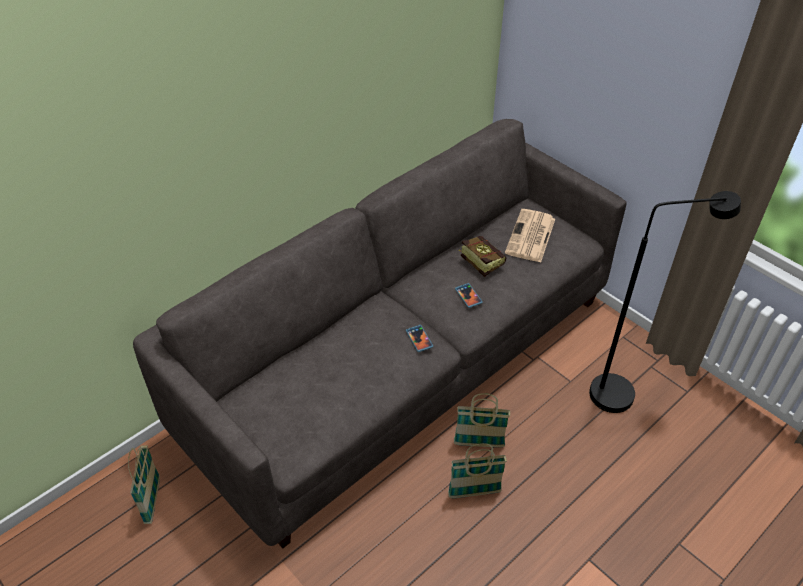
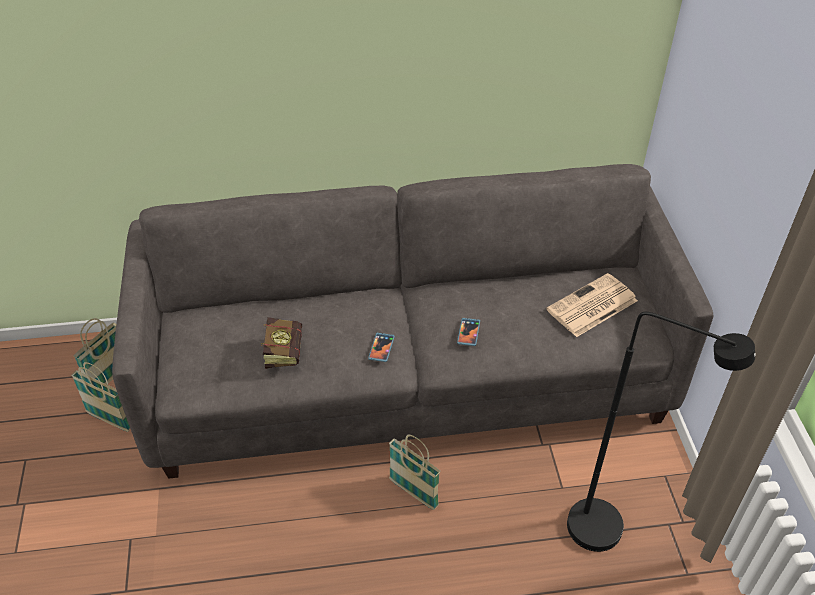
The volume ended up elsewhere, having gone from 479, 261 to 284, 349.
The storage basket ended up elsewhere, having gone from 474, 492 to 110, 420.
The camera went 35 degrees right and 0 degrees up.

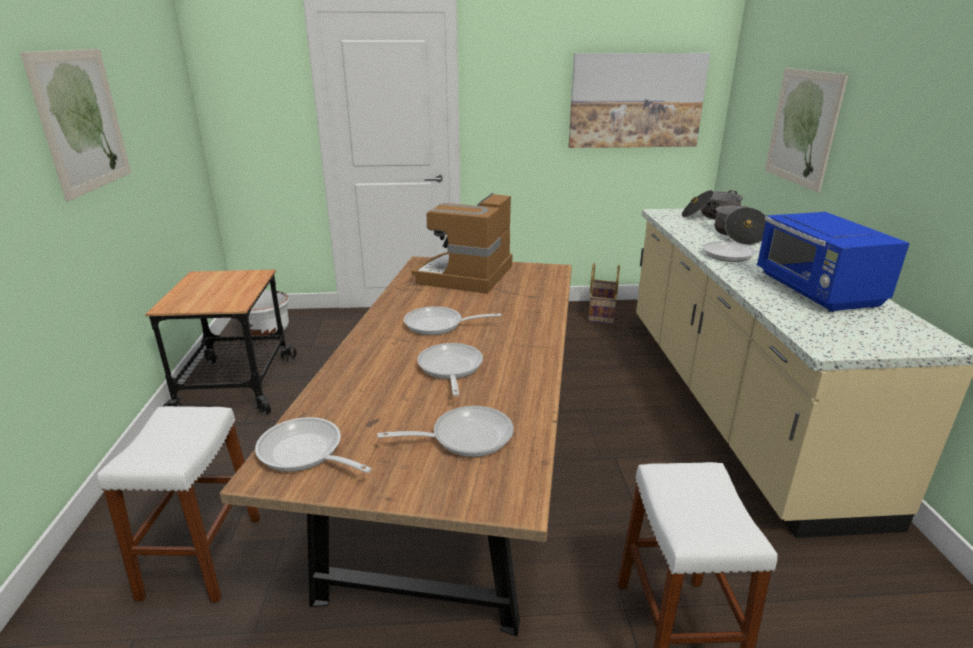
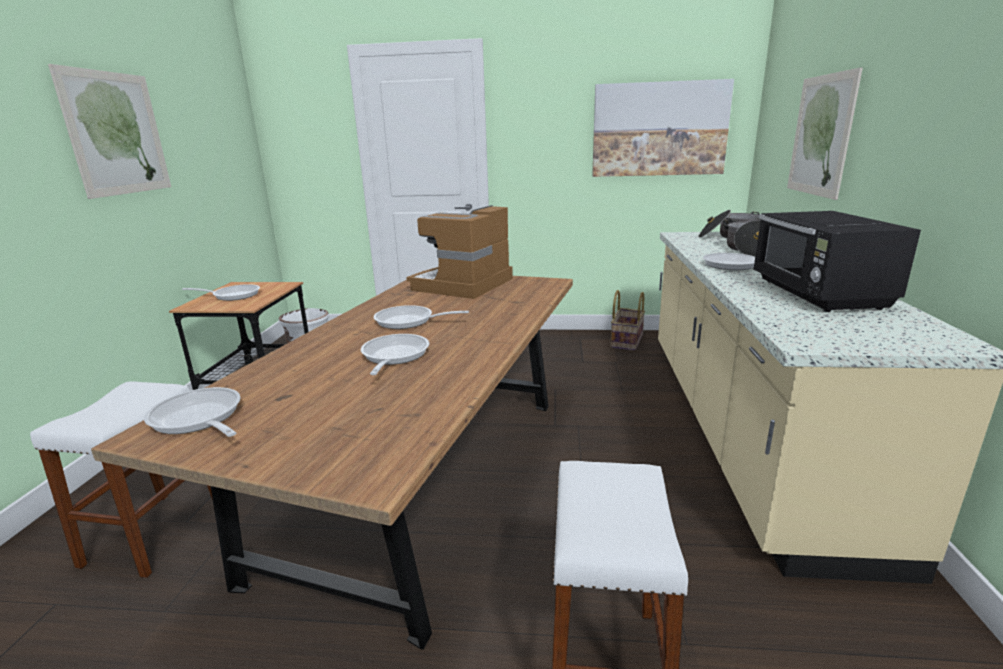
What was the bluish microwave at 816, 291 turned into the blackish microwave at 818, 294.
The skillet ended up elsewhere, having gone from 464, 437 to 232, 295.
The camera went 10 degrees right and 5 degrees down.

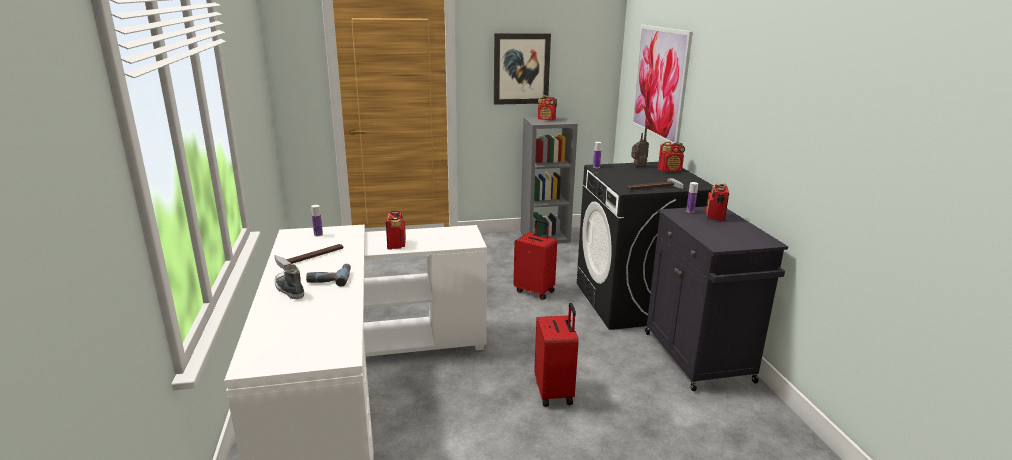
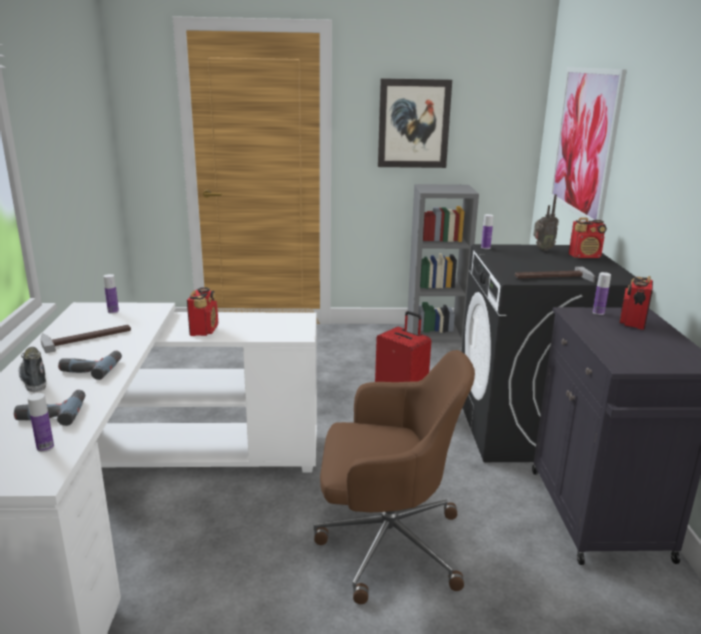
The second view lost the radio at 546, 119.
Where the red piece of luggage stood at 555, 392, the brown desk chair came to stand at 386, 543.
The second view gained the electric drill at 52, 413.
The second view gained the bottle at 45, 447.
The camera went 10 degrees right and 0 degrees up.

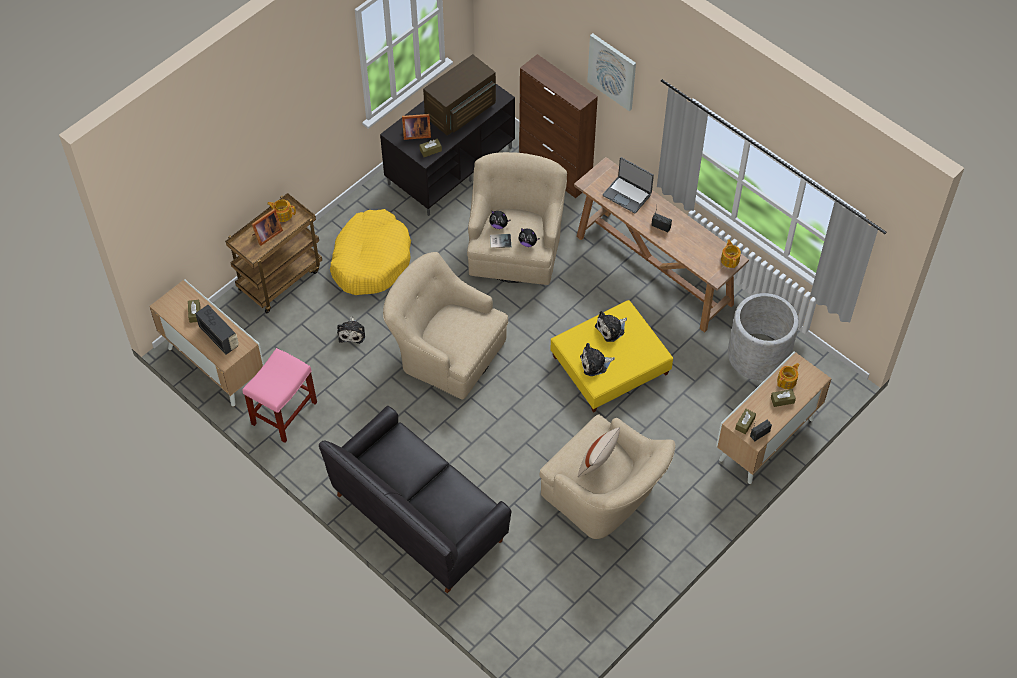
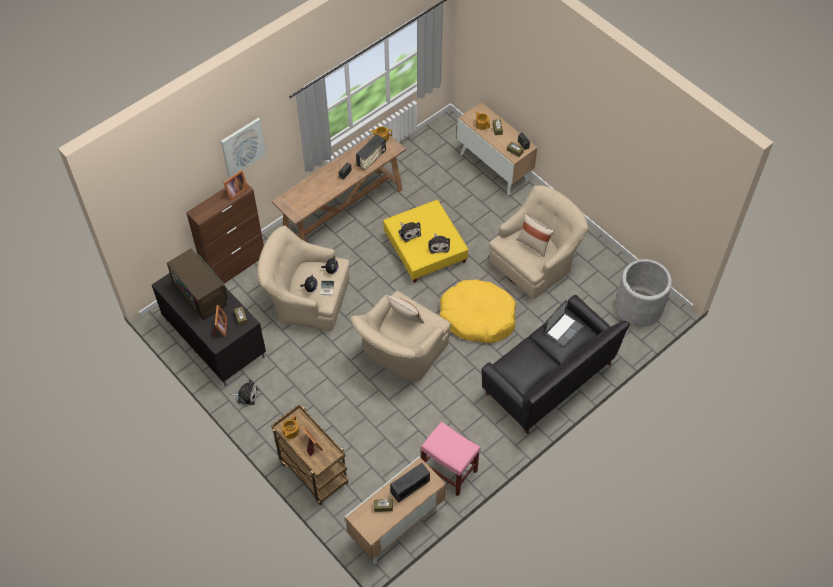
The laptop ended up elsewhere, having gone from 627, 194 to 563, 329.
The yellow-coloured dog bed ended up elsewhere, having gone from 371, 260 to 477, 317.
The grey flower pot ended up elsewhere, having gone from 758, 355 to 638, 307.
The soft toy ended up elsewhere, having gone from 352, 332 to 246, 395.
The second view gained the radio at 371, 159.
The second view gained the photo frame at 235, 191.
The second view gained the beige cushion at 405, 319.
The camera went 85 degrees left and 0 degrees up.

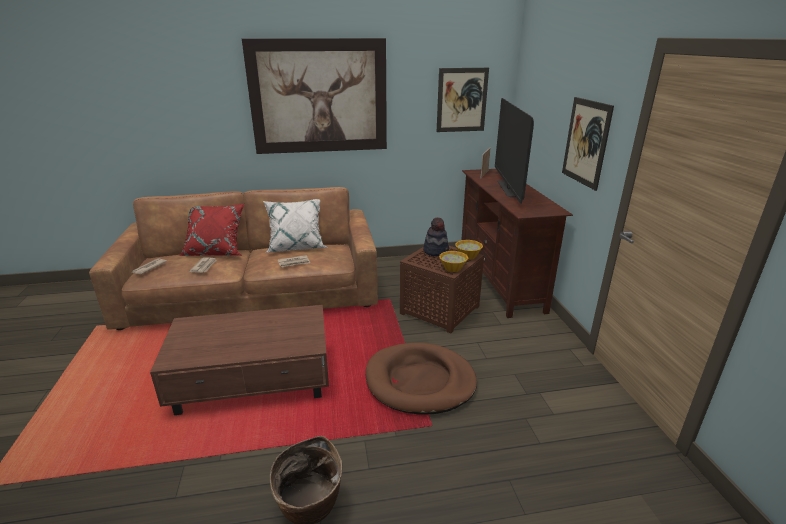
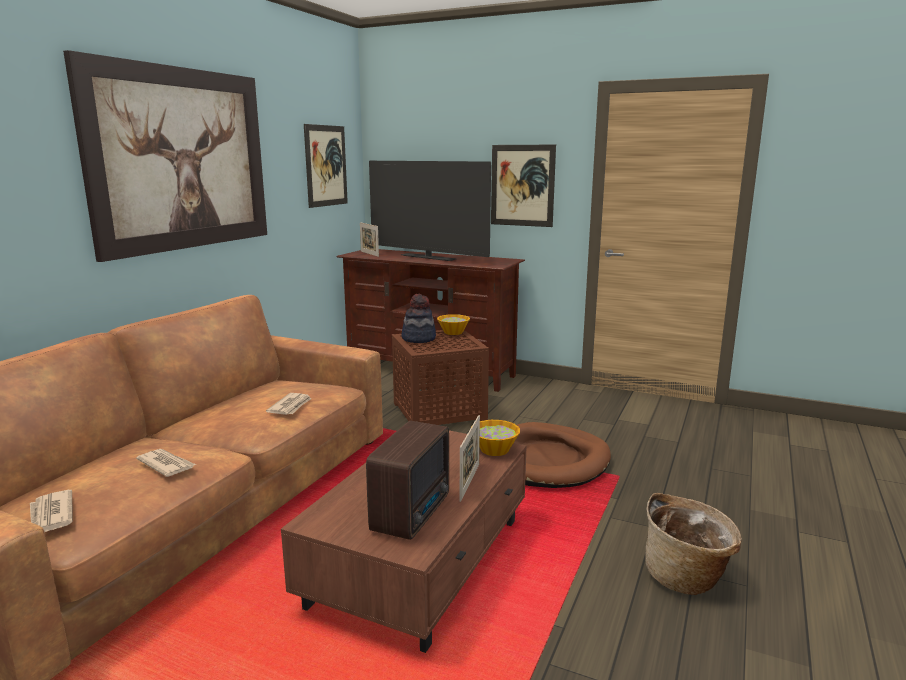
The second view lost the white cushion at 296, 246.
The second view lost the red cushion at 216, 252.
The bowl ended up elsewhere, having gone from 453, 268 to 495, 449.
The second view gained the photo frame at 469, 482.
The second view gained the radio at 413, 513.
The camera went 55 degrees left and 10 degrees down.

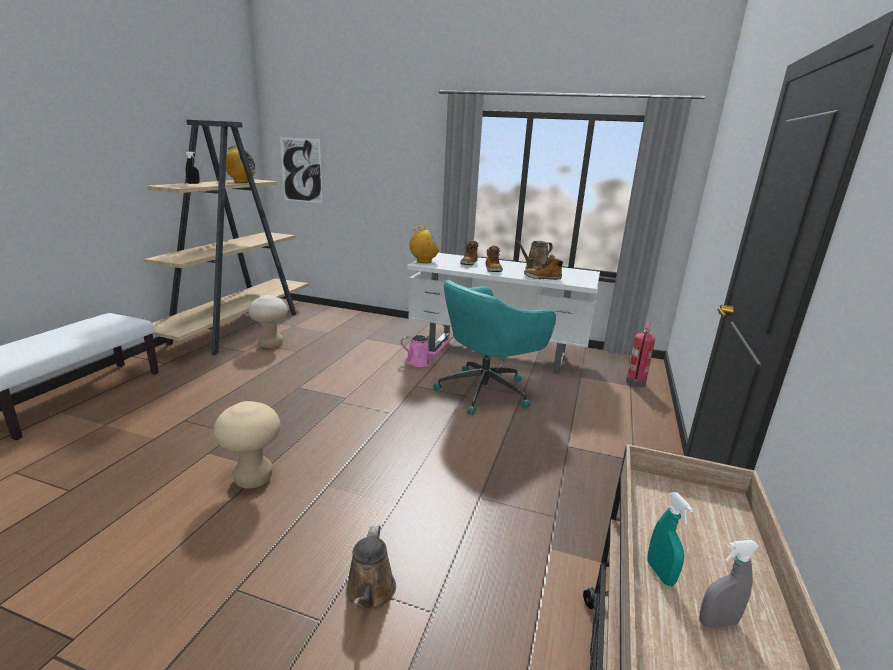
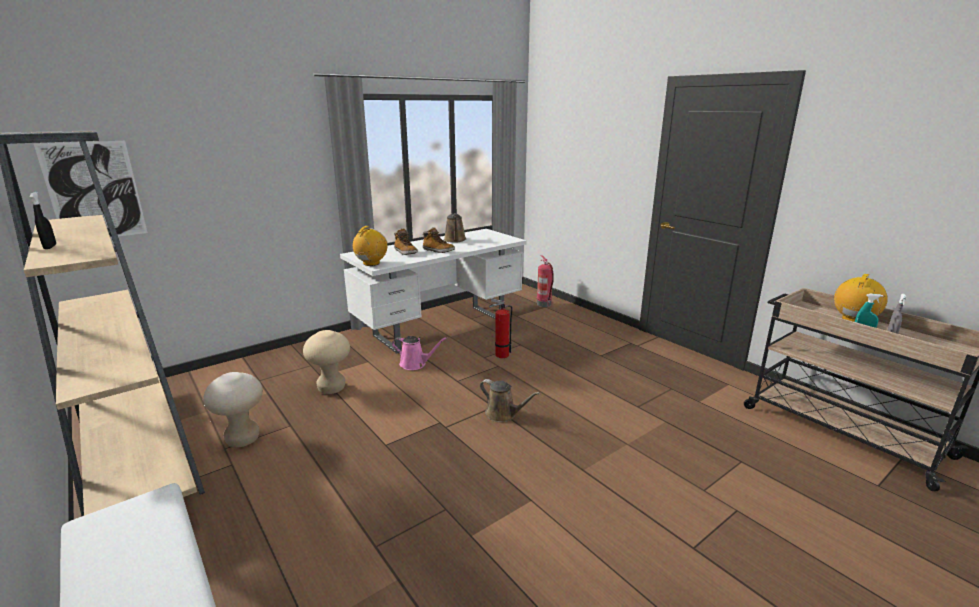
The radio ended up elsewhere, having gone from 241, 182 to 854, 320.
The second view lost the boot at 542, 278.
Where the blue-green desk chair stood at 486, 391, the fire extinguisher came to stand at 500, 355.
The pink watering pot at 421, 362 ended up facing another way, 60 degrees clockwise from before.
The beige sitting stool ended up elsewhere, having gone from 253, 479 to 331, 388.
The brown watering pot ended up elsewhere, having gone from 370, 594 to 503, 414.
The camera went 55 degrees left and 0 degrees up.

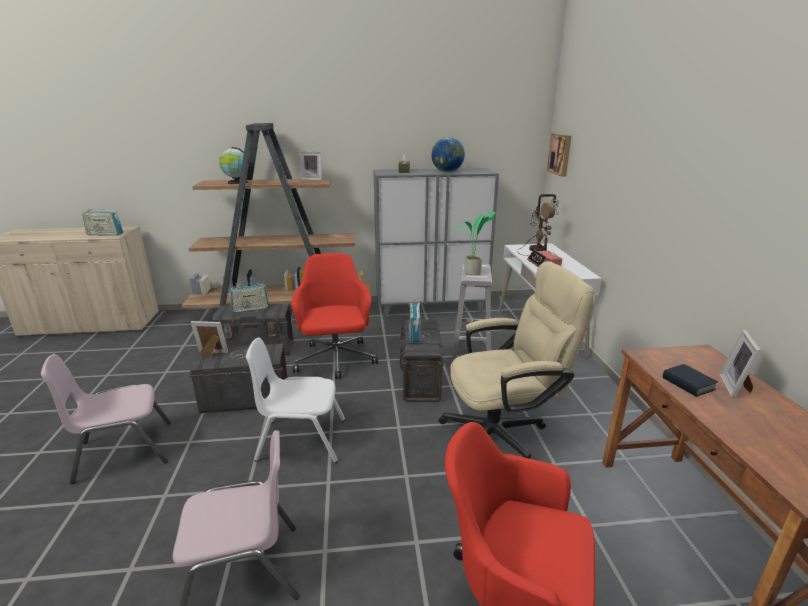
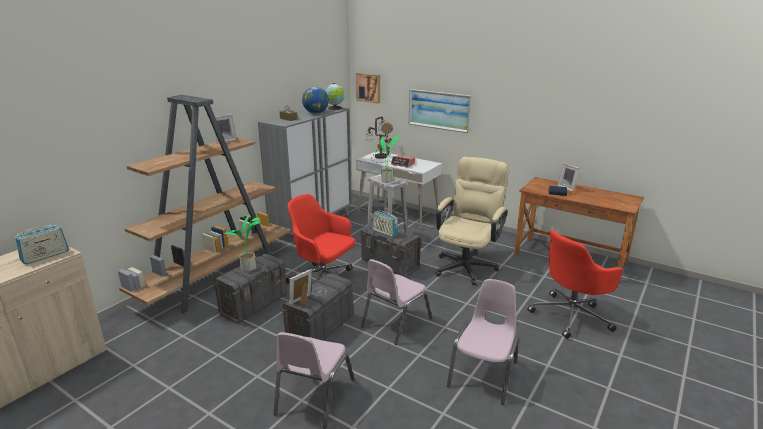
The globe ended up elsewhere, having gone from 236, 182 to 335, 108.
Where the radio stood at 250, 309, the plant in a pot came to stand at 248, 268.
What was the white upright chair at 301, 439 turned into the pink upright chair at 395, 322.
The second view gained the picture at 439, 110.
The camera went 50 degrees left and 0 degrees up.

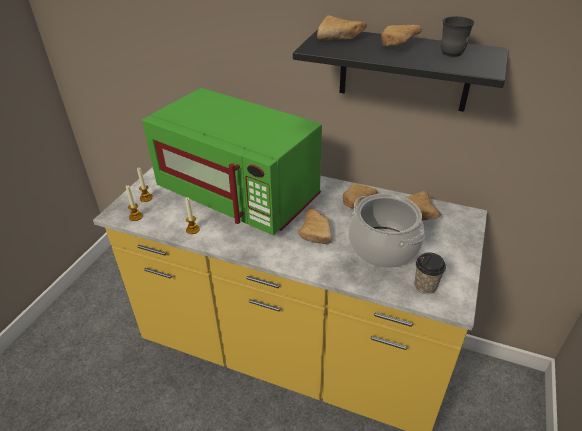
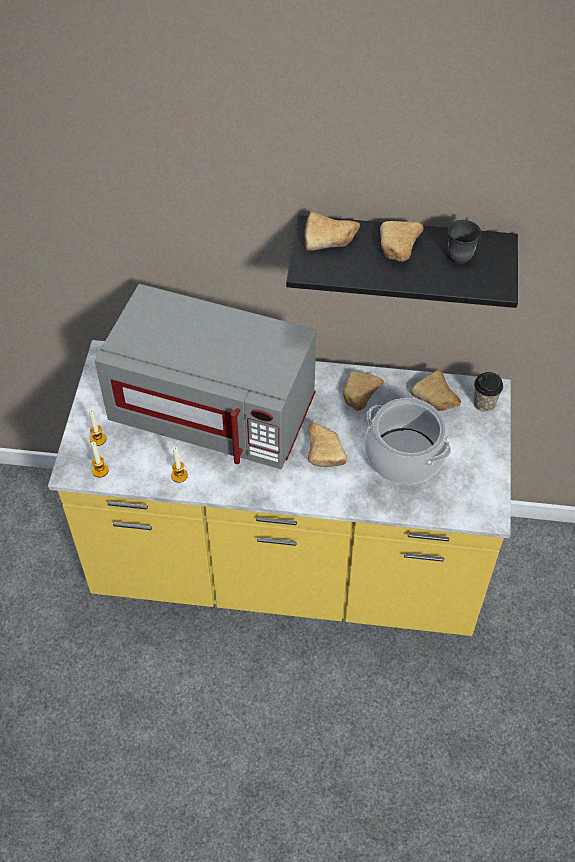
What was the greenish microwave at 240, 195 turned into the grey microwave at 214, 411.
The small cup ended up elsewhere, having gone from 425, 286 to 484, 403.
The camera went 15 degrees left and 15 degrees up.

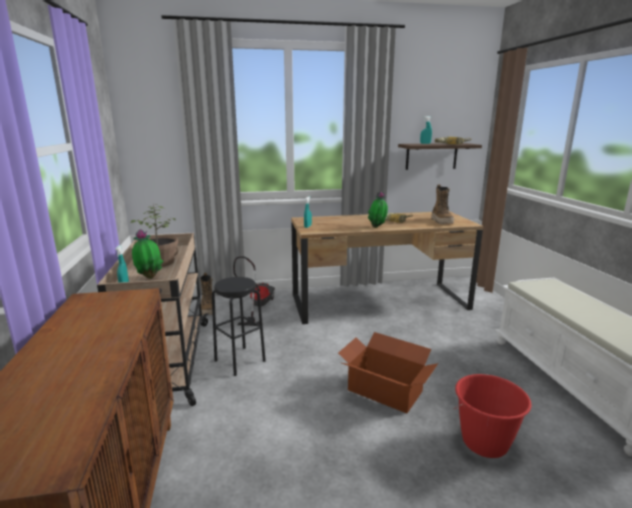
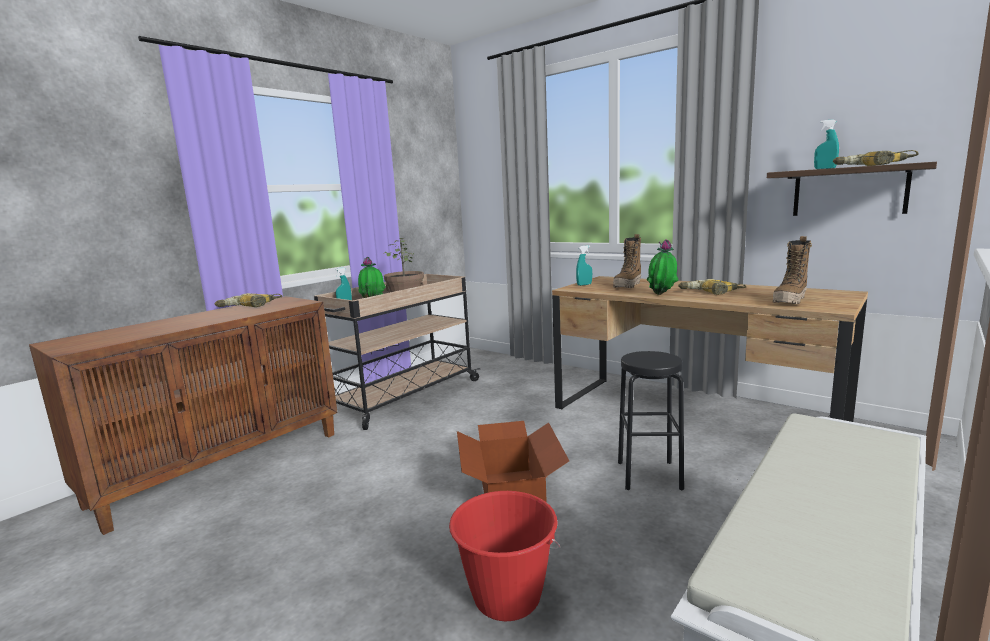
The second view lost the vacuum cleaner at 256, 307.
The boot ended up elsewhere, having gone from 208, 310 to 628, 286.
The blackish sitting stool ended up elsewhere, having gone from 239, 361 to 649, 475.
The second view gained the electric drill at 249, 306.
The camera went 50 degrees right and 5 degrees down.

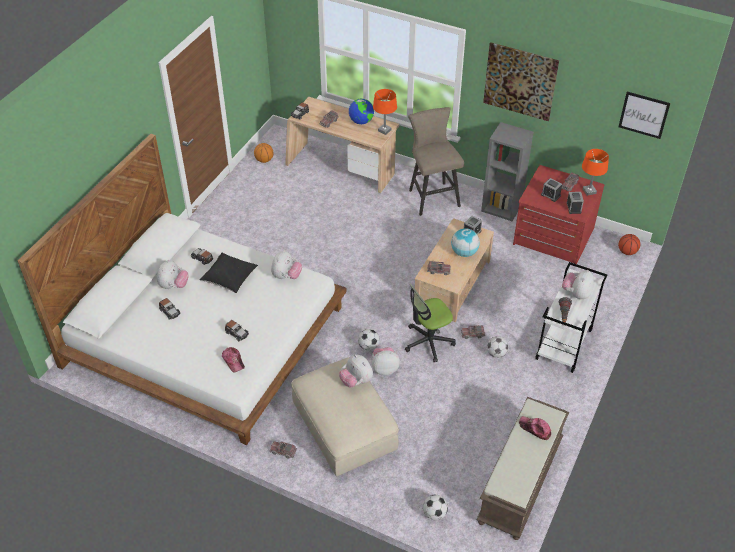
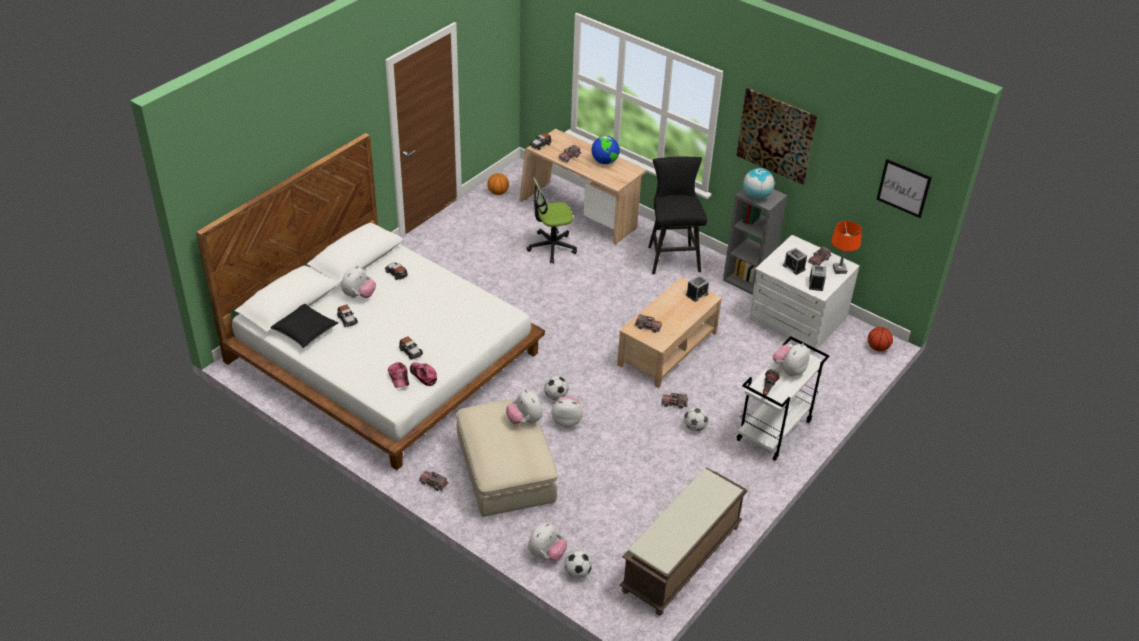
The second view lost the orange tabletop lamp at 384, 130.
What was the beige sitting stool at 432, 196 turned into the blackish sitting stool at 672, 256.
What was the red chest of drawers at 553, 237 turned into the white chest of drawers at 797, 319.
The globe ended up elsewhere, having gone from 464, 252 to 756, 196.
The soft toy ended up elsewhere, having gone from 286, 276 to 546, 554.
The blackish cushion ended up elsewhere, having gone from 229, 279 to 305, 333.
The desk chair ended up elsewhere, having gone from 428, 342 to 551, 247.
The cap ended up elsewhere, having gone from 535, 429 to 423, 375.
The camera went 10 degrees right and 5 degrees down.

